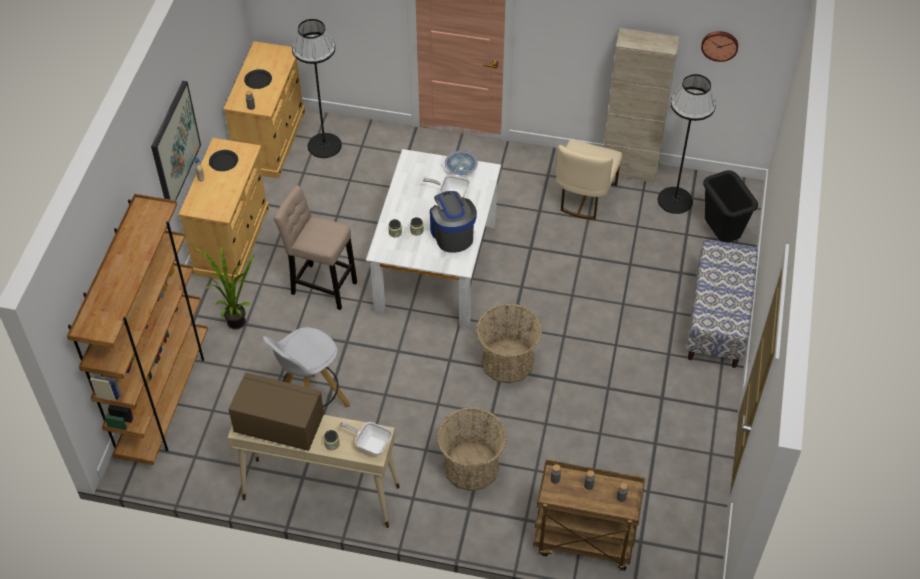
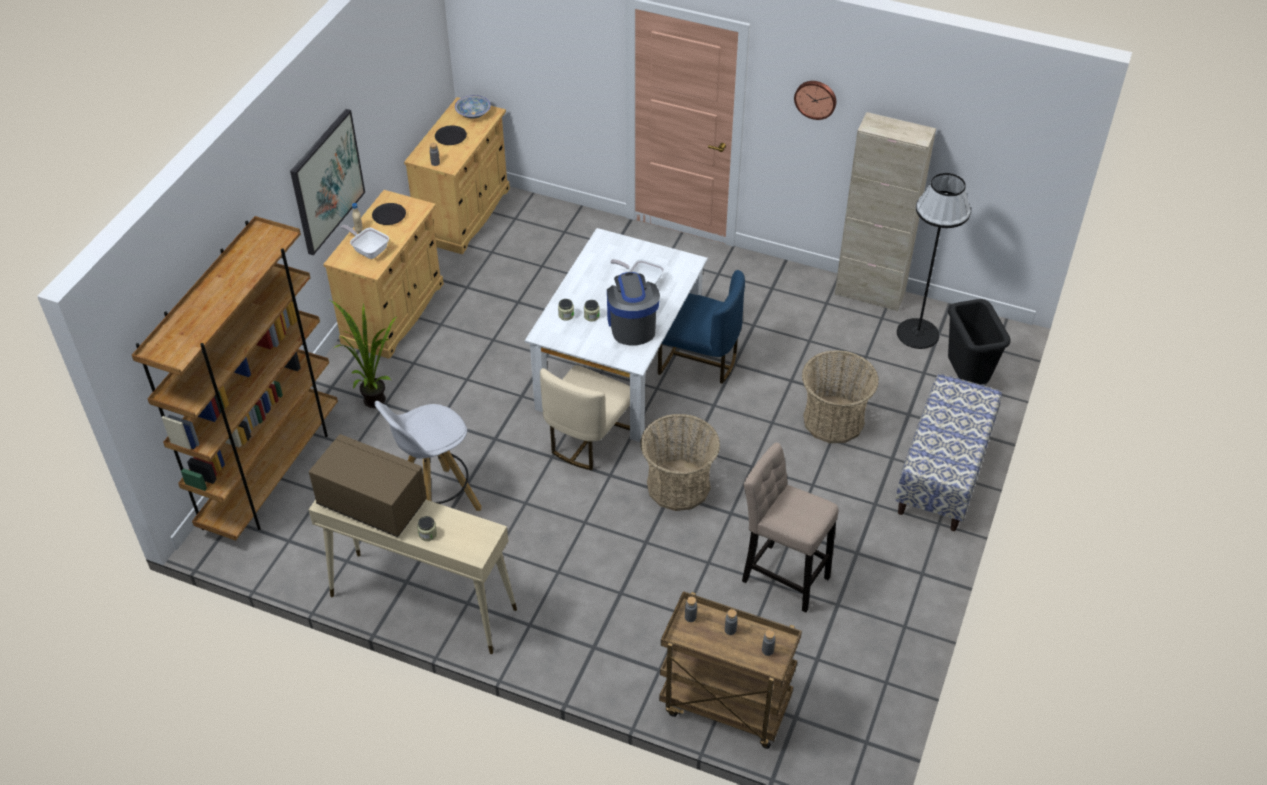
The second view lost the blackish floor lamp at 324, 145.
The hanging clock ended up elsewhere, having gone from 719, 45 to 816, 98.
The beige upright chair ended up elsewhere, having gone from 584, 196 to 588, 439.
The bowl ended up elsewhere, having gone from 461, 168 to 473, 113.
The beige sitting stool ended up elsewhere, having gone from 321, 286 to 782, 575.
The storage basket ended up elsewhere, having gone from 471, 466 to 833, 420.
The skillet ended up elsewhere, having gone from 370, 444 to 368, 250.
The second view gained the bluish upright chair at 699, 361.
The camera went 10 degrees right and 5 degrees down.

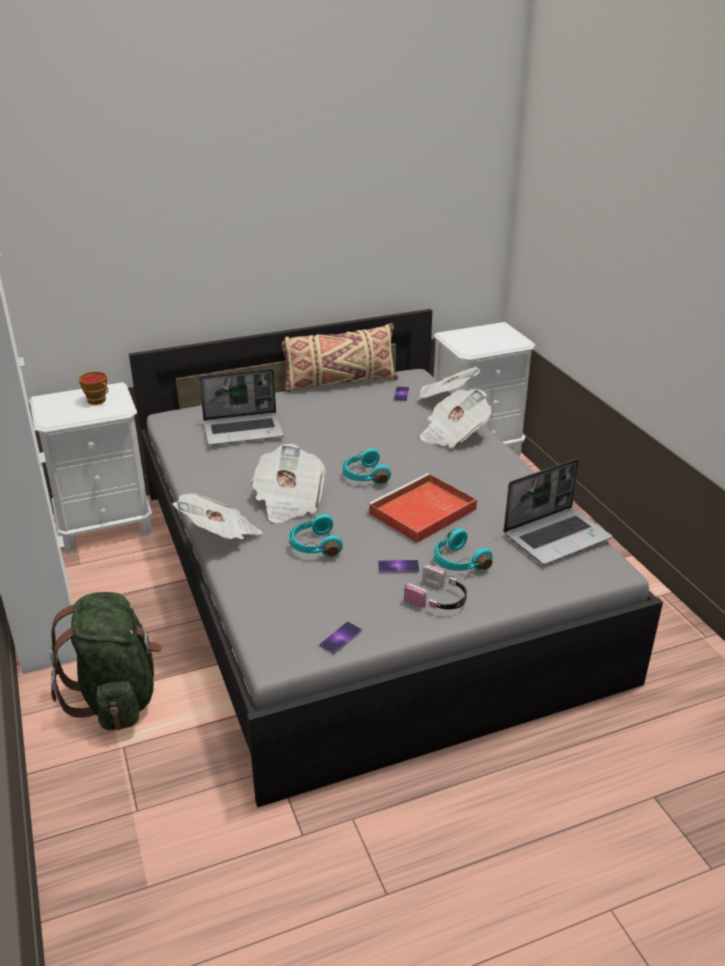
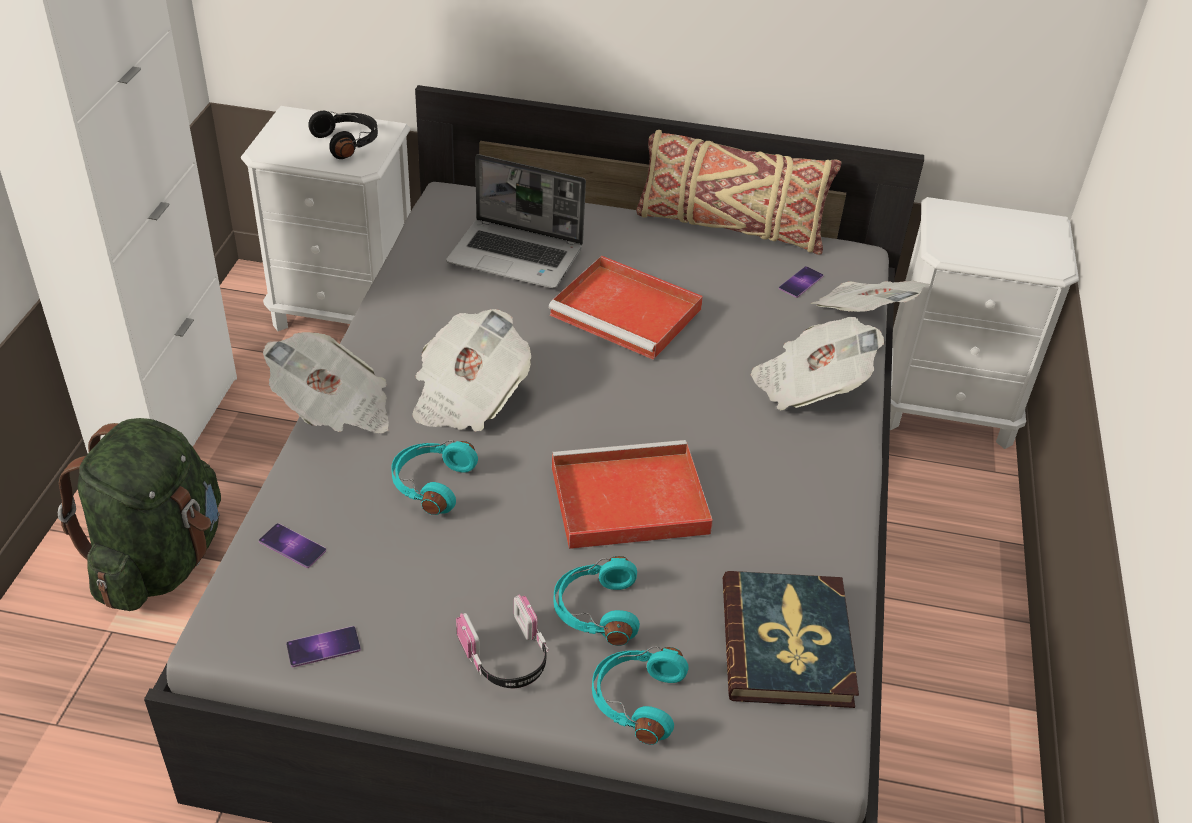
Where the small cup stood at 98, 401, the blackish pair of headphones came to stand at 348, 142.
The blue-green pair of headphones ended up elsewhere, having gone from 364, 476 to 635, 700.
Where the laptop stood at 557, 536, the volume came to stand at 787, 643.
The telephone ended up elsewhere, having gone from 398, 566 to 292, 546.
The second view gained the red tray at 629, 313.
The camera went 30 degrees right and 10 degrees up.

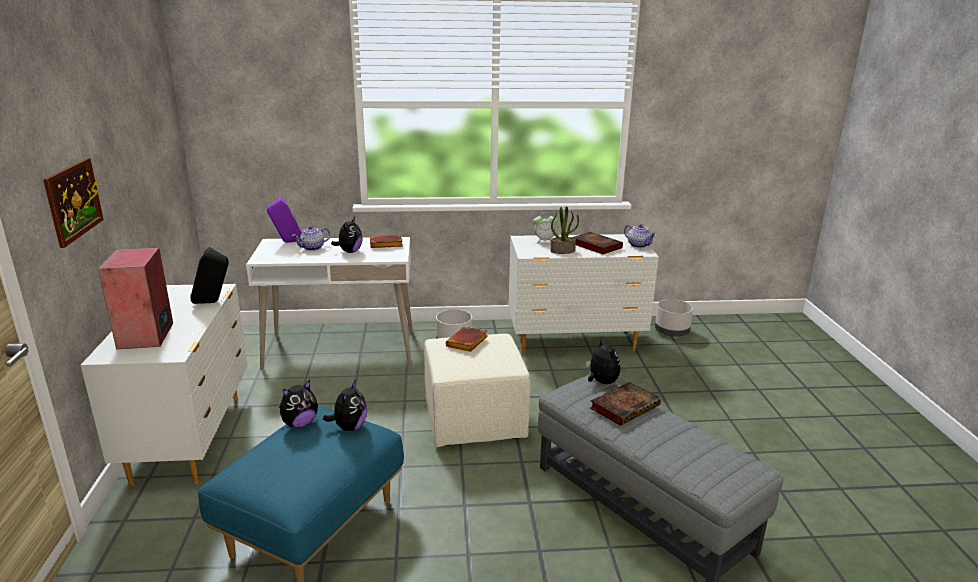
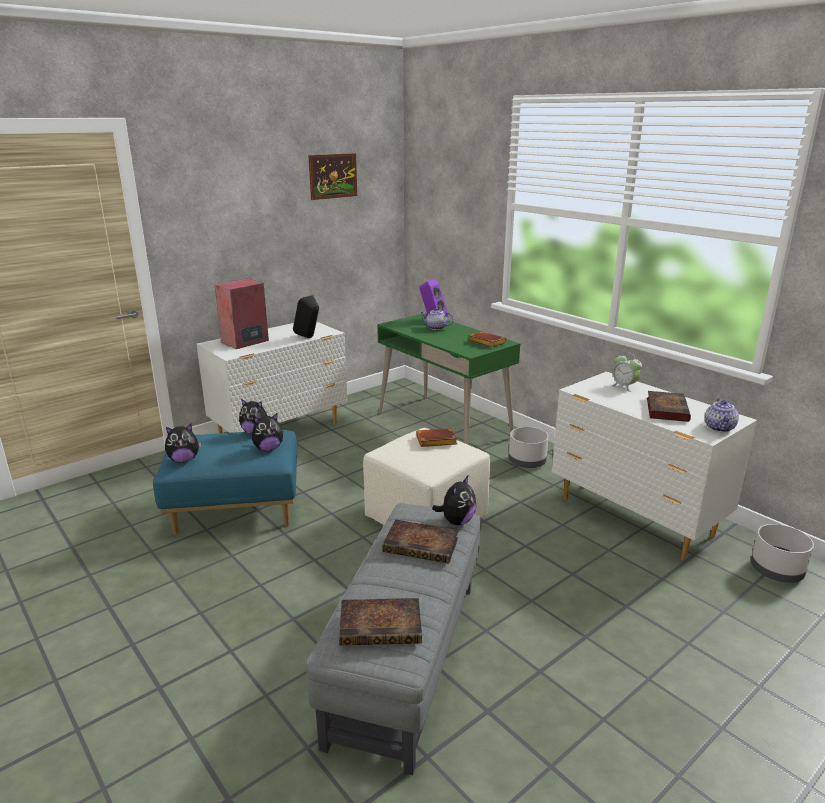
The picture ended up elsewhere, having gone from 73, 201 to 333, 176.
The second view lost the plant in a pot at 563, 251.
The soft toy ended up elsewhere, having gone from 349, 251 to 184, 460.
What was the white desk table at 340, 348 turned into the greenish desk table at 444, 425.
The second view gained the volume at 382, 626.
The camera went 55 degrees right and 0 degrees up.

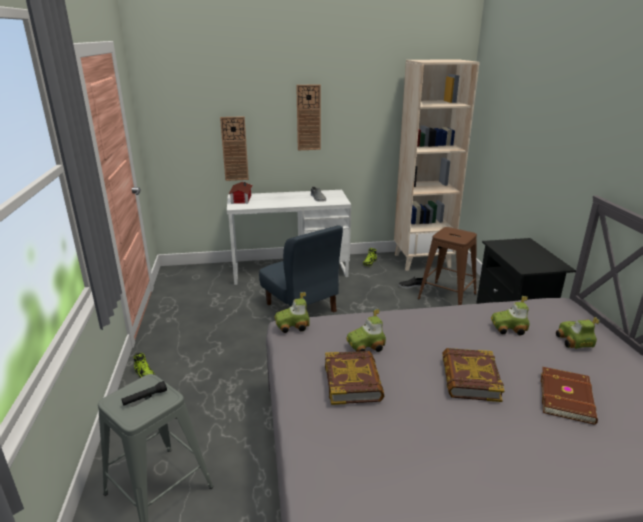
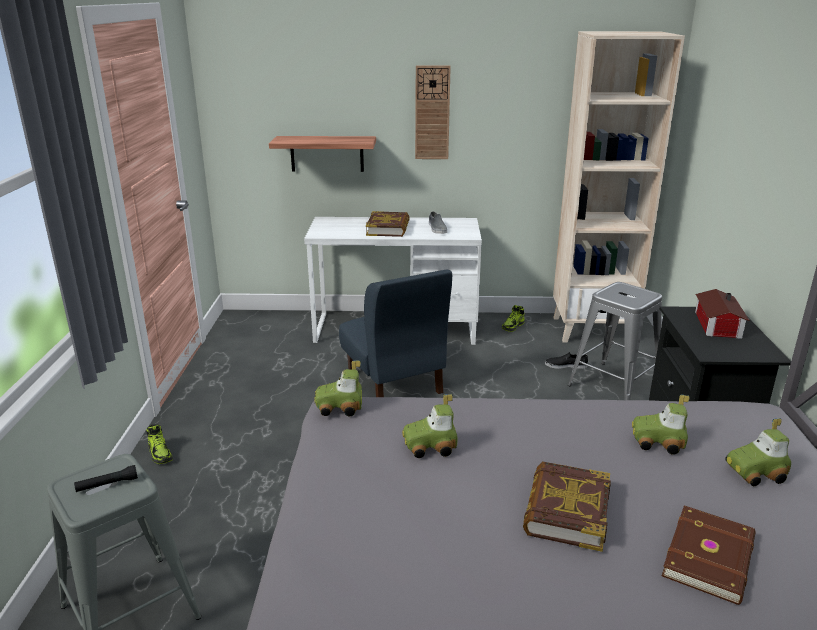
Where the hanging clock hung at 234, 149, the shelf came to hang at 327, 153.
The toy house ended up elsewhere, having gone from 240, 199 to 716, 325.
What was the brown sitting stool at 447, 296 turned into the grey sitting stool at 613, 385.
The model car at 573, 341 ended up facing another way, 105 degrees counterclockwise from before.
The volume ended up elsewhere, having gone from 353, 381 to 388, 228.
The camera went 10 degrees right and 0 degrees up.

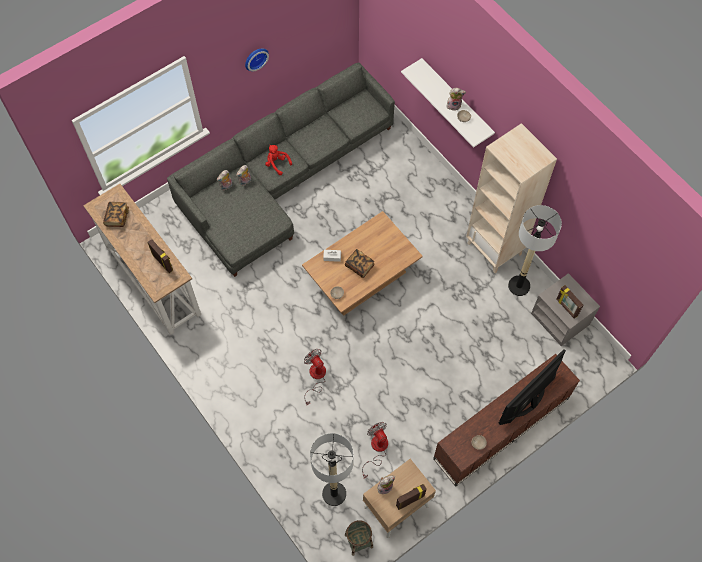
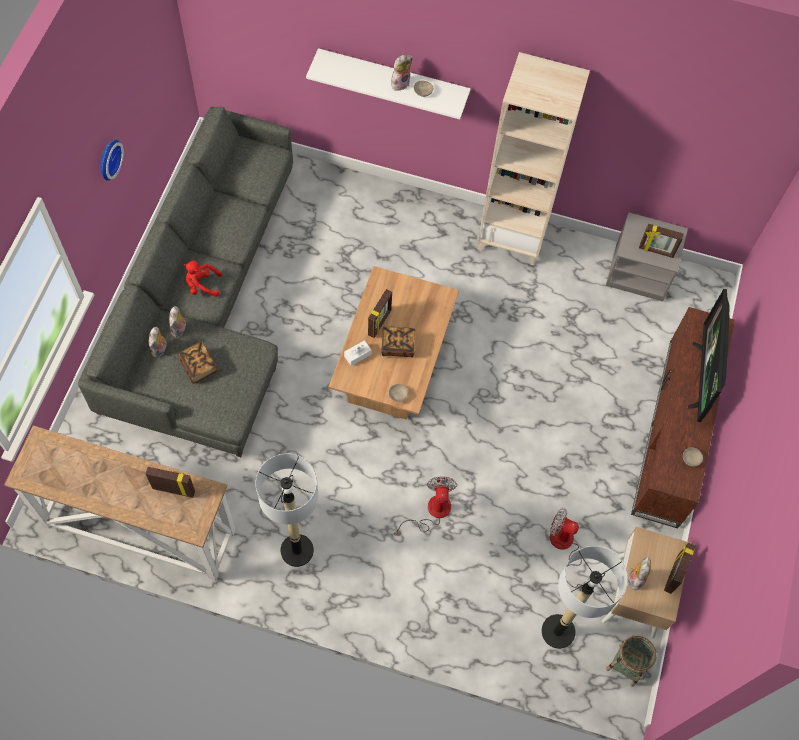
The volume ended up elsewhere, having gone from 117, 217 to 198, 366.
The floor lamp ended up elsewhere, having gone from 519, 286 to 297, 550.
The fan at 316, 377 ended up facing another way, 75 degrees clockwise from before.
The second view gained the photo frame at 380, 323.
The camera went 40 degrees left and 0 degrees up.

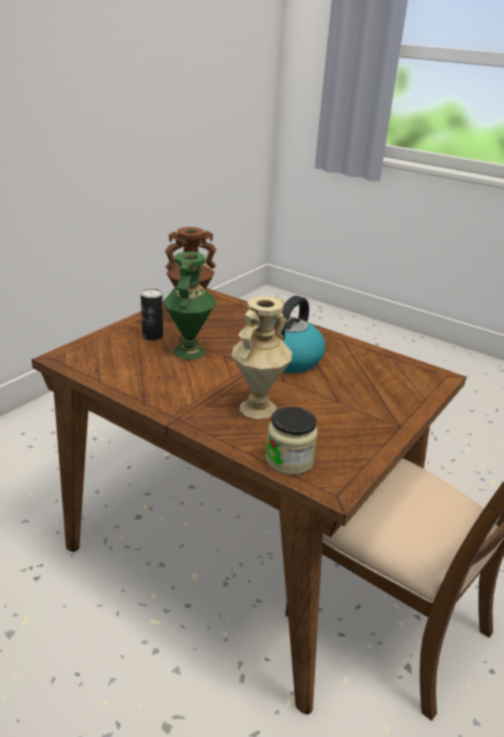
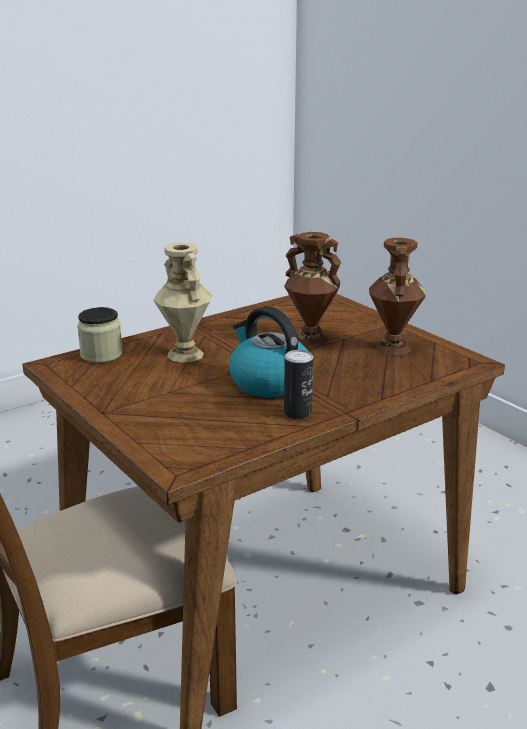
What was the greenish flower vase at 190, 351 turned into the brown flower vase at 310, 340.
The can ended up elsewhere, having gone from 152, 336 to 297, 413.
The camera went 110 degrees right and 5 degrees down.

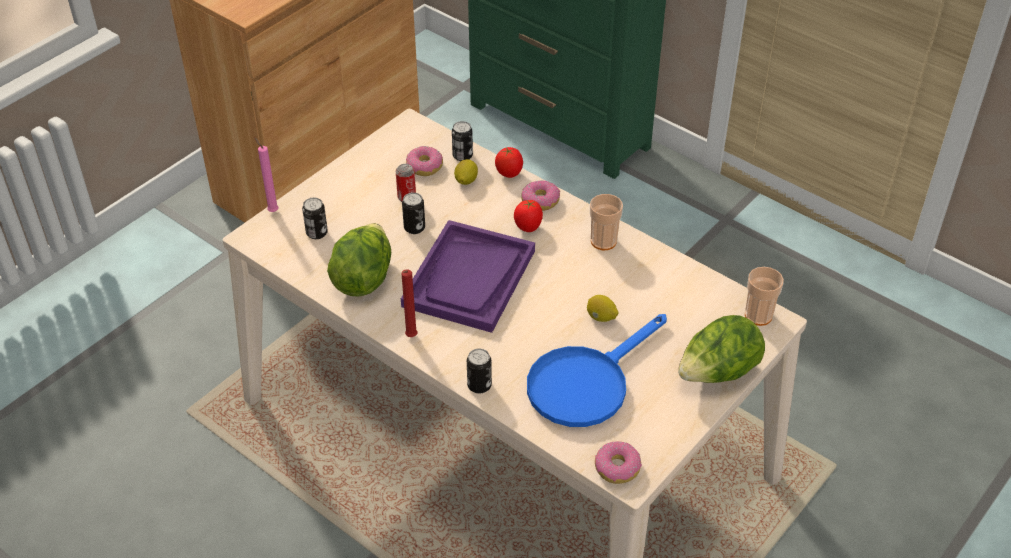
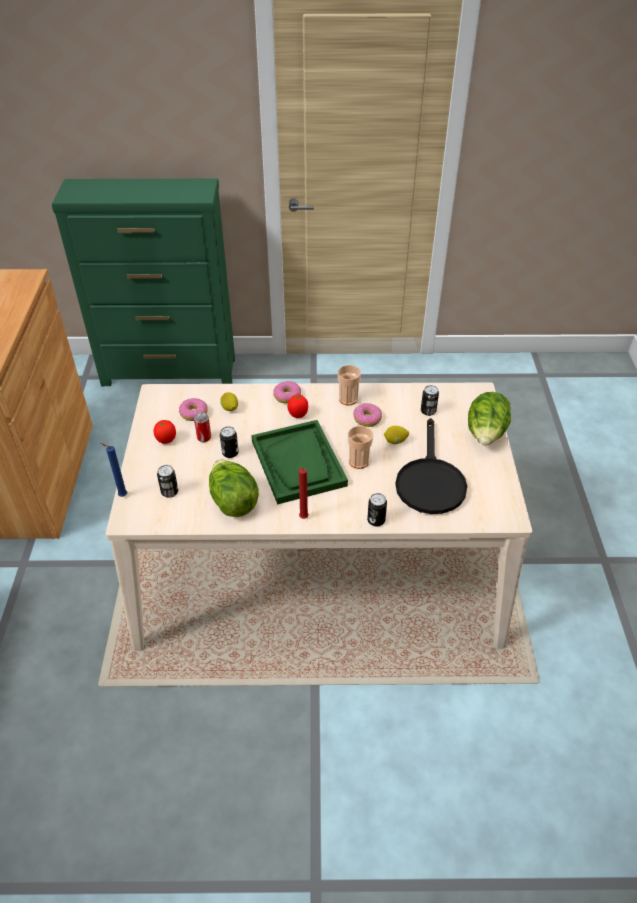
The can ended up elsewhere, having gone from 462, 155 to 428, 411.
What was the pink candle at 272, 210 turned into the bluish candle at 121, 495.
The fresh tomato ended up elsewhere, having gone from 509, 174 to 166, 440.
What was the purplish tray at 469, 279 turned into the greenish tray at 298, 463.
The small cup ended up elsewhere, having gone from 758, 315 to 358, 461.
What was the bluish skillet at 586, 383 turned into the blackish skillet at 429, 481.
The donut ended up elsewhere, having gone from 617, 467 to 367, 419.
The camera went 40 degrees left and 0 degrees up.

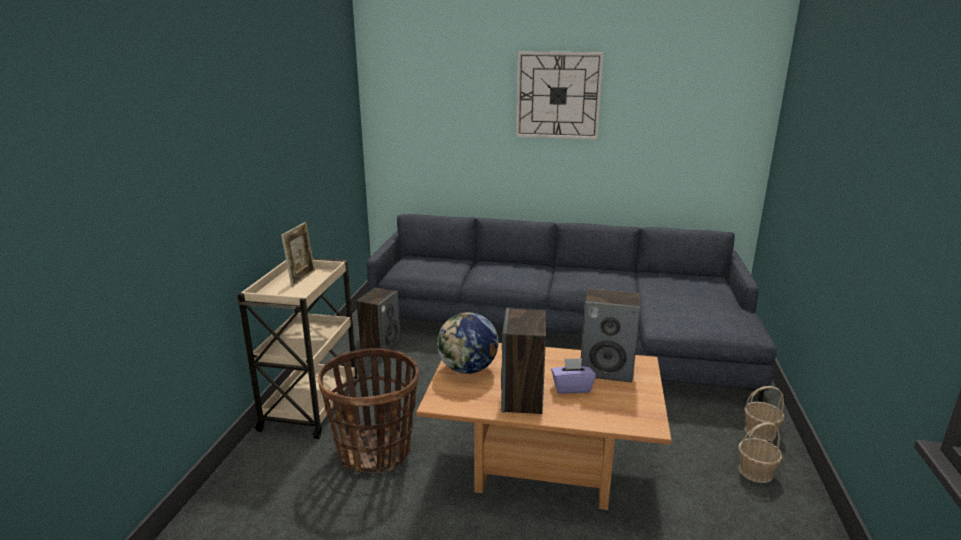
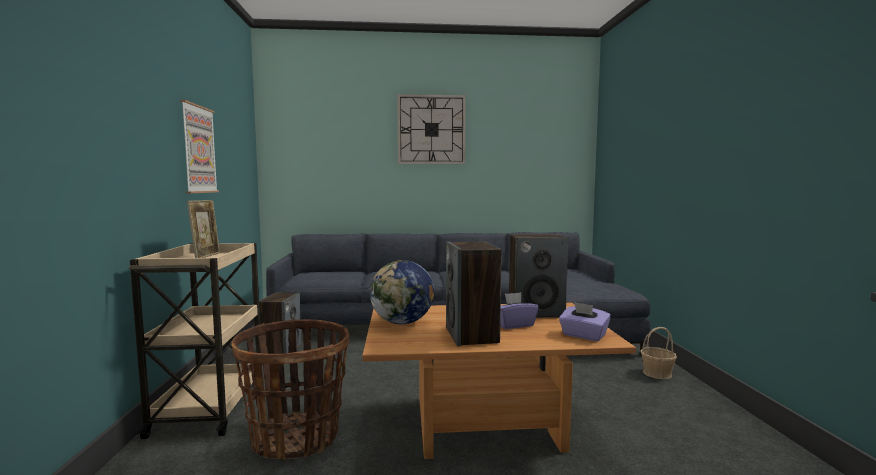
The second view lost the storage basket at 756, 472.
The second view gained the picture at 198, 149.
The second view gained the purplish tissue box at 583, 335.
The camera went 15 degrees left and 15 degrees down.

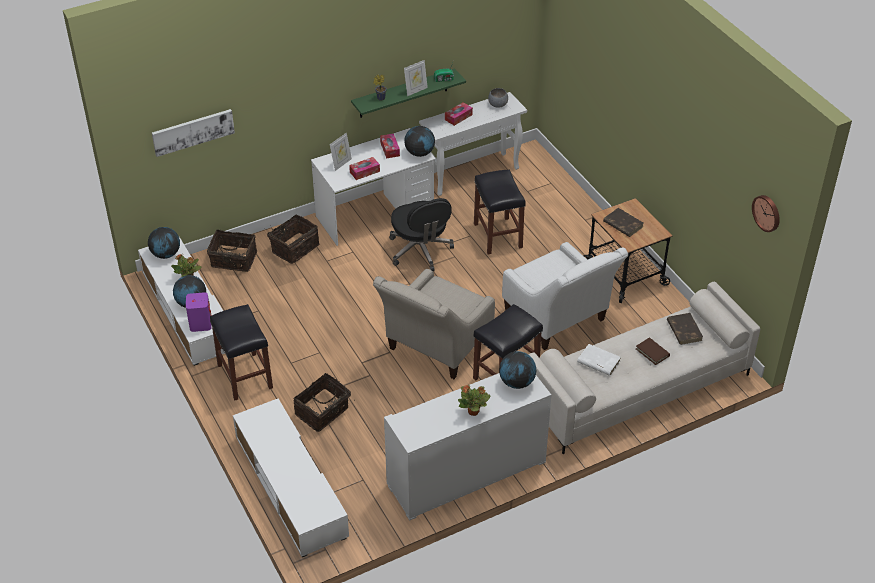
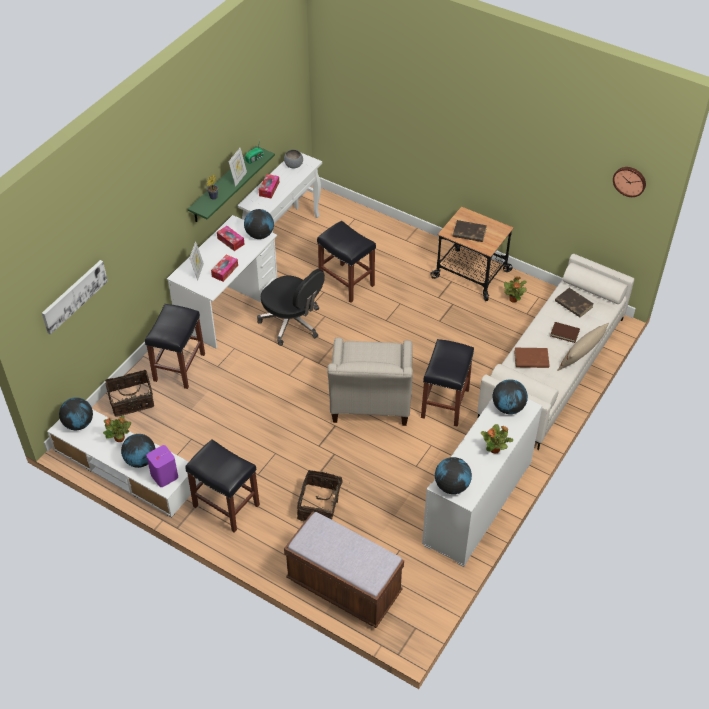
Where the storage basket stood at 294, 248, the blackish sitting stool came to stand at 179, 366.
The second view lost the white armchair at 559, 320.
What was the white volume at 598, 361 turned into the brown volume at 531, 359.
Where the white tv unit stood at 291, 486, the brown bench came to stand at 344, 587.
The second view gained the plant in a pot at 513, 299.
The second view gained the beige cushion at 581, 356.
The second view gained the globe at 451, 486.
The camera went 30 degrees left and 5 degrees up.

